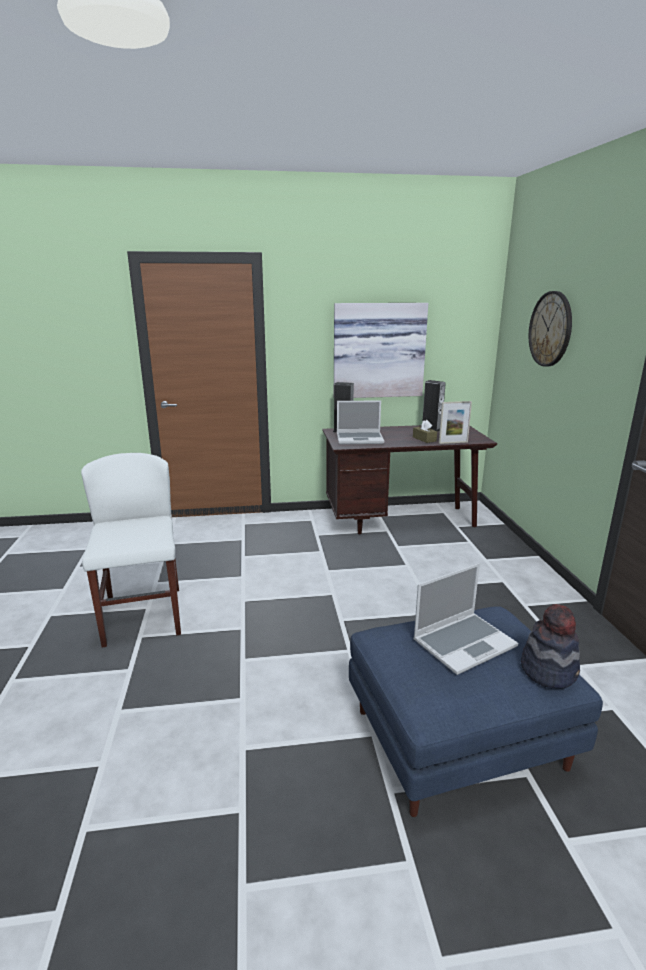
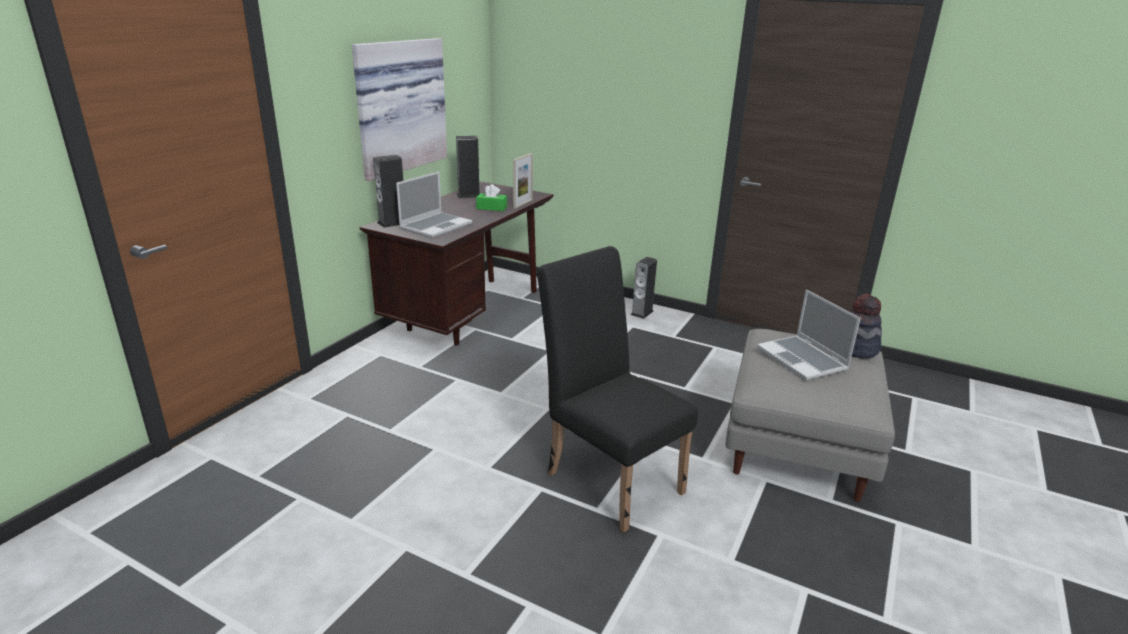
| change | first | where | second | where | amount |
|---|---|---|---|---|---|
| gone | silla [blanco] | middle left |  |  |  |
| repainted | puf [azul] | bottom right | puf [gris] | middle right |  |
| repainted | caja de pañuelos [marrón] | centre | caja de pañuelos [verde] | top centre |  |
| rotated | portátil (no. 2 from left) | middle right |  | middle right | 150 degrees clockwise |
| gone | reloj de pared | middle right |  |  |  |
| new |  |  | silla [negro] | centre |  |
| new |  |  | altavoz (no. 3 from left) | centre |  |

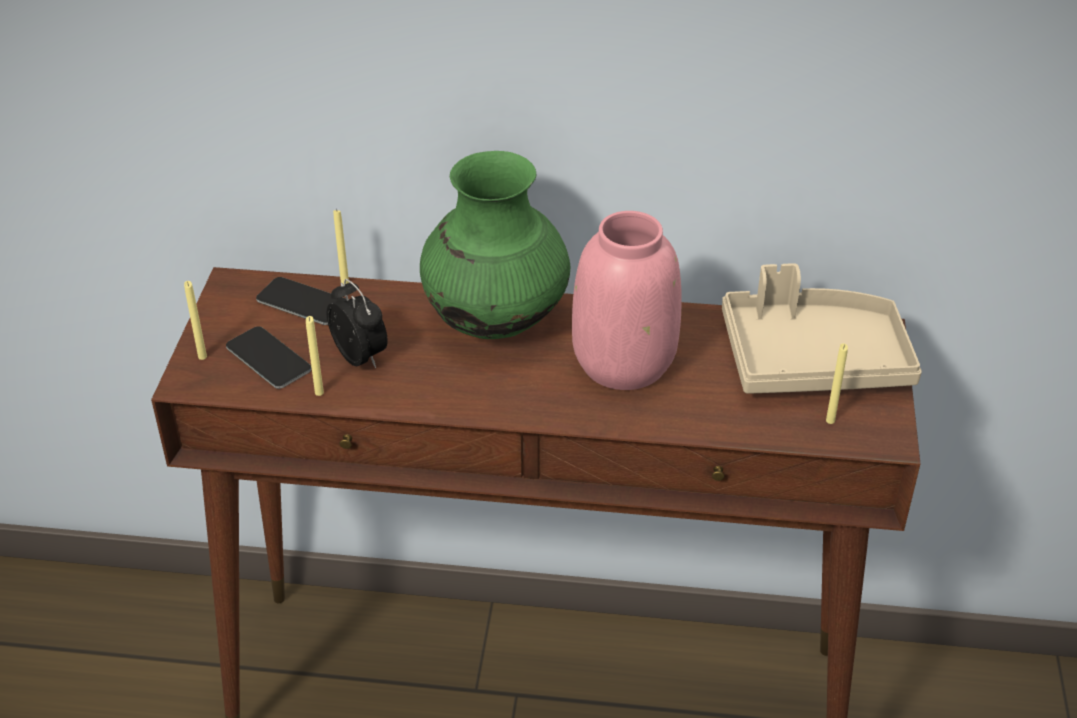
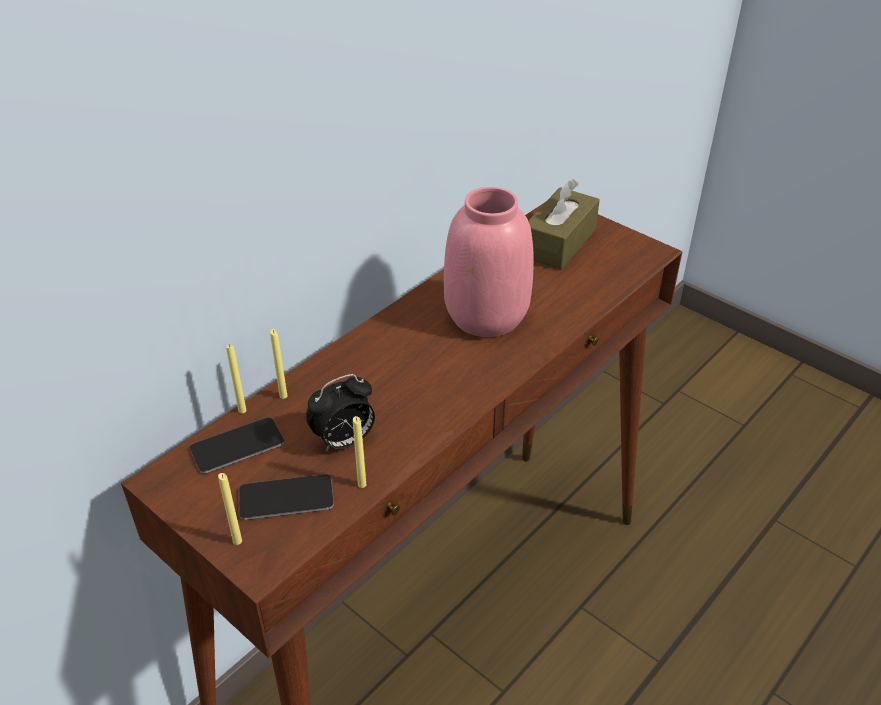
| change | first | where | second | where | amount |
|---|---|---|---|---|---|
| rotated | despertador | middle left |  | centre | 150 degrees clockwise |
| gone | florero [verde] | centre |  |  |  |
| swapped | bandeja [beis] | middle right | caja de pañuelos [marrón] | top centre |  |
| shifted | vela [amarillo] (no. 4 from left in the first image) | middle right | vela [amarillo] (no. 3 from left) | middle left |  |

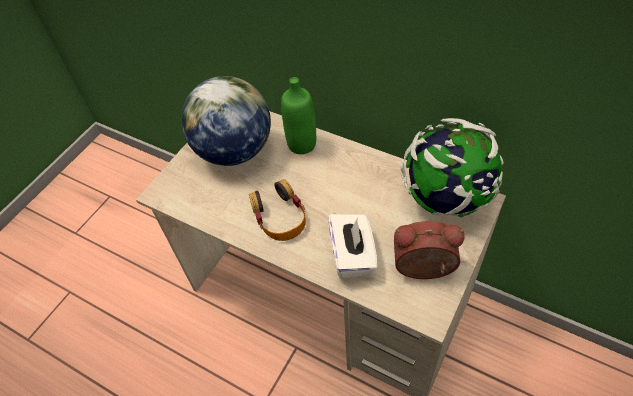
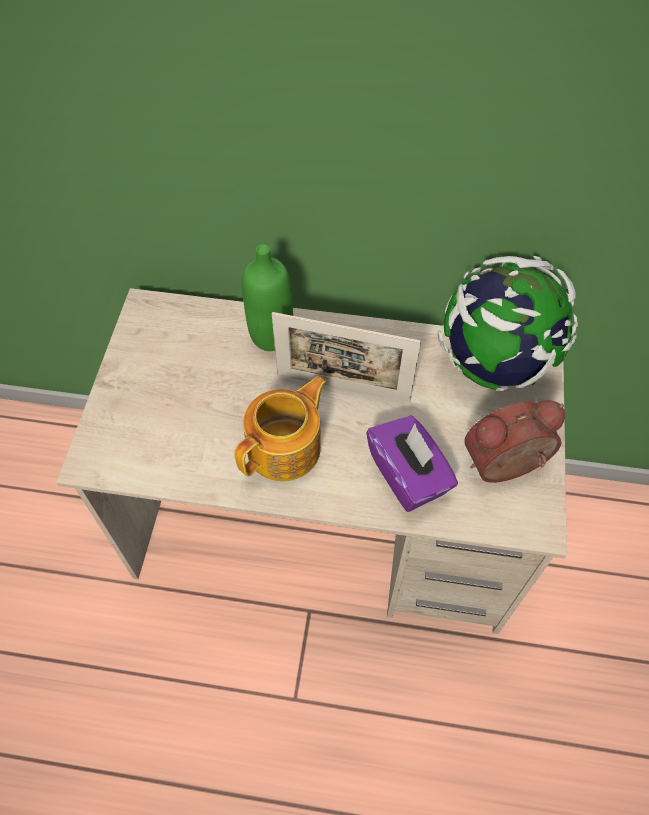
| change | first | where | second | where | amount |
|---|---|---|---|---|---|
| gone | globo terráqueo (no. 1 from left) | top centre |  |  |  |
| swapped | auriculares | centre | tetera | centre |  |
| repainted | caja de pañuelos [blanco] | centre | caja de pañuelos [morado] | centre |  |
| new |  |  | portarretratos | centre |  |

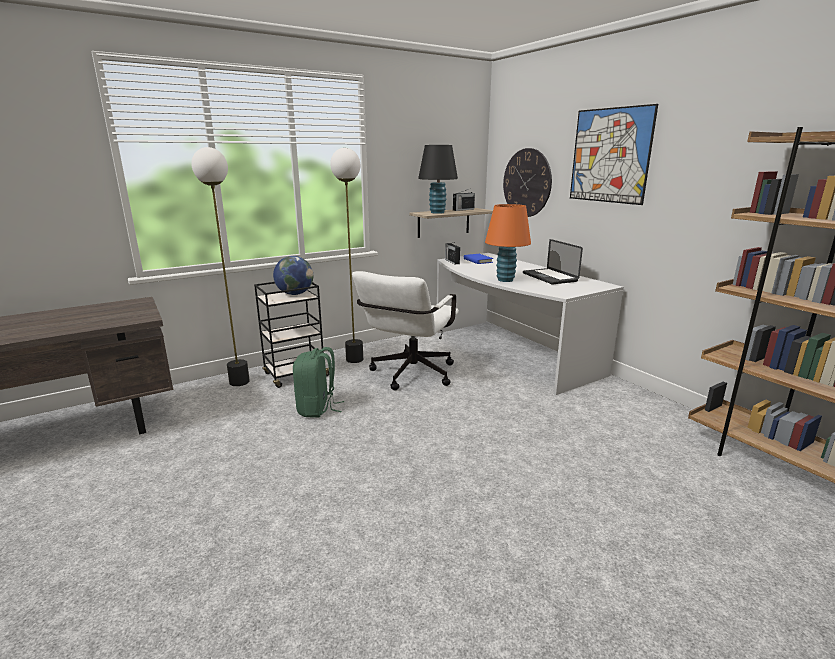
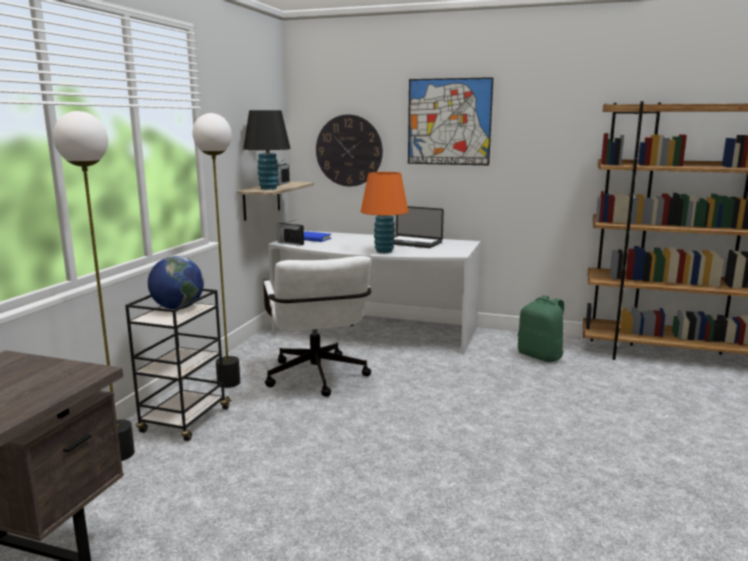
| change | first | where | second | where | amount |
|---|---|---|---|---|---|
| shifted | mochila [verde] | centre |  | middle right |  |

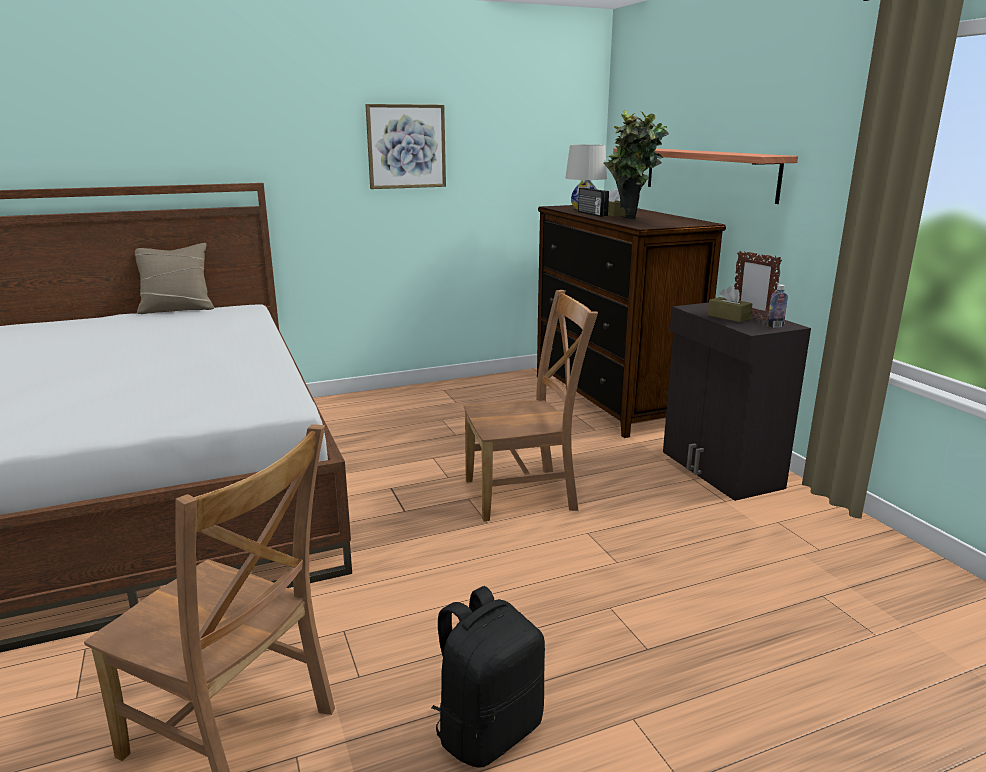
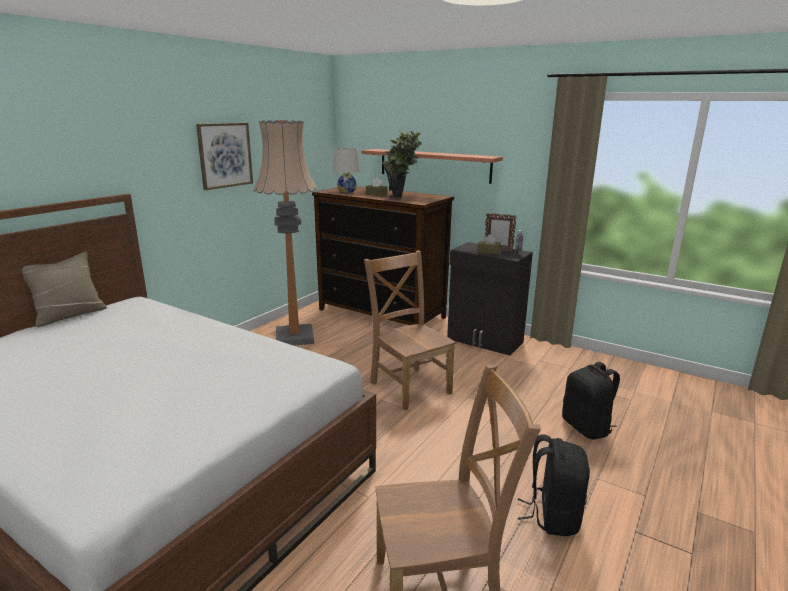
| change | first | where | second | where | amount |
|---|---|---|---|---|---|
| rotated | silla [marrón] (no. 2 from left in the first image) | centre | silla [marrón] (no. 1 from left) | centre | 75 degrees counterclockwise |
| gone | radio | top centre |  |  |  |
| new |  |  | lámpara de pie | centre |  |
| new |  |  | mochila [negro] (no. 2 from left) | bottom right |  |

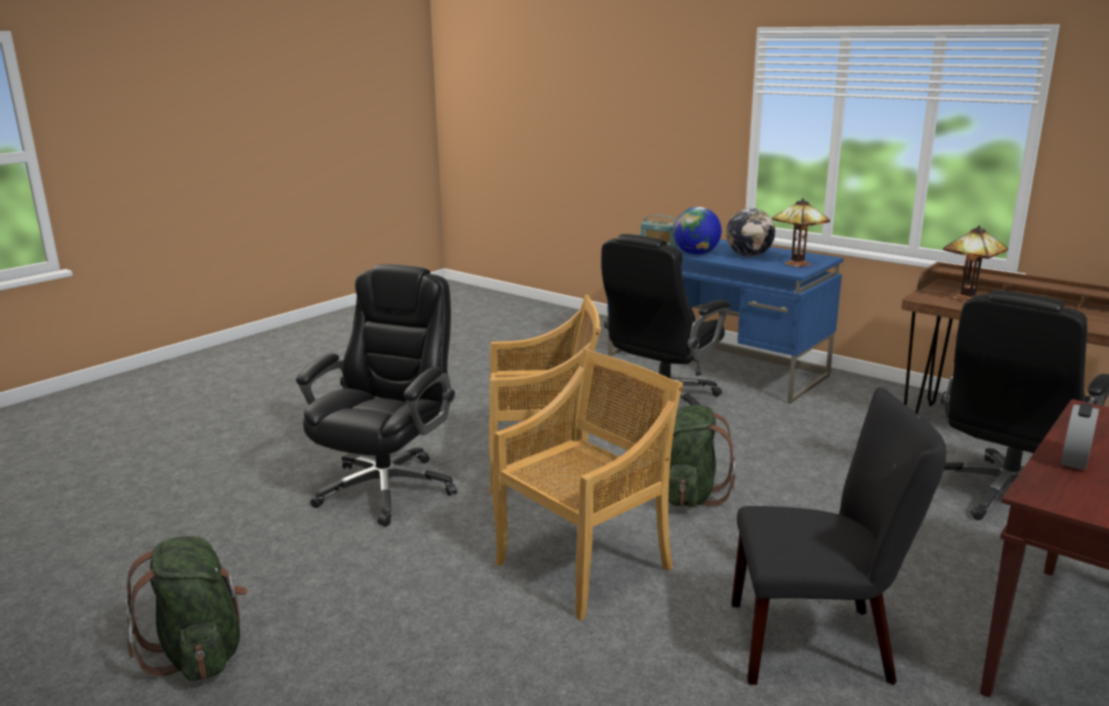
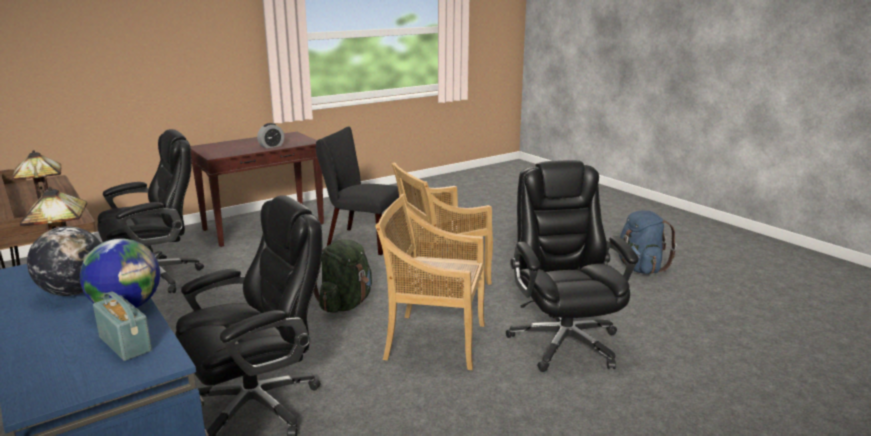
| change | first | where | second | where | amount |
|---|---|---|---|---|---|
| repainted | mochila [verde] (no. 1 from left) | bottom left | mochila [azul] | middle right |  |
| rotated | silla de oficina [negro] (no. 1 from left in the first image) | centre | silla de oficina [negro] (no. 3 from left) | centre | 135 degrees clockwise |

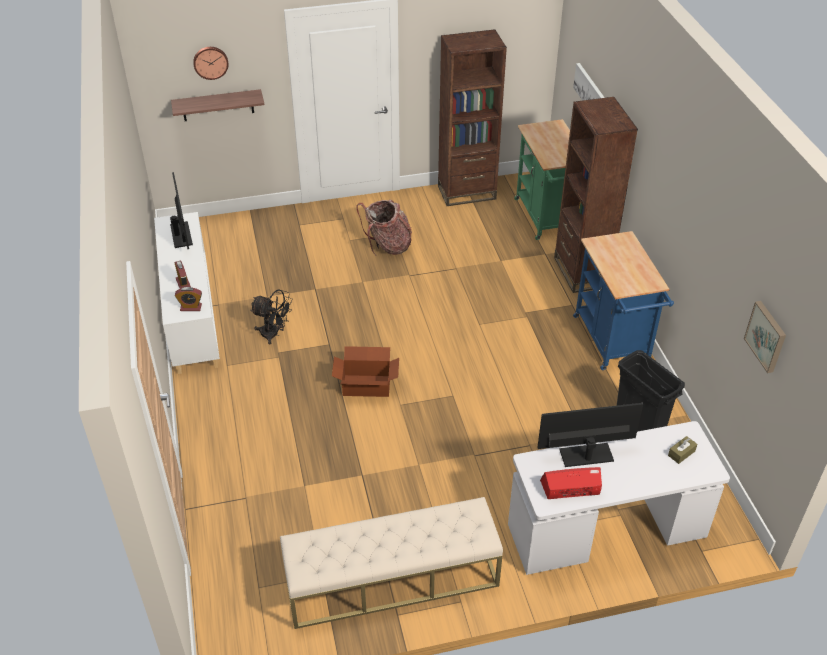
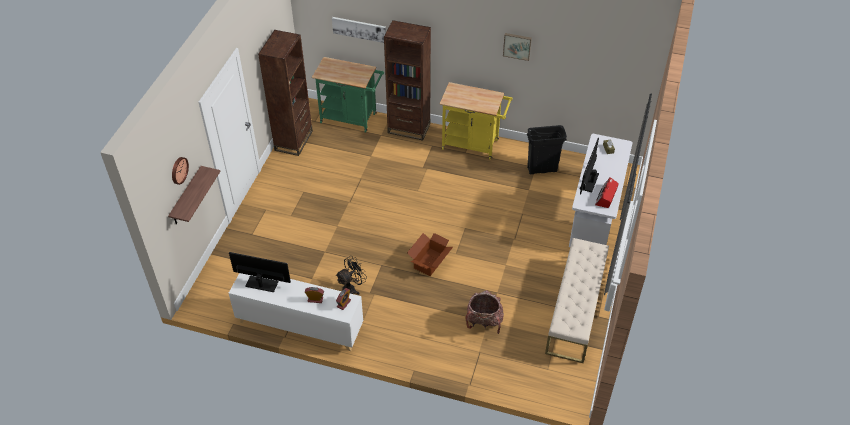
| change | first | where | second | where | amount |
|---|---|---|---|---|---|
| shifted | mochila | centre |  | bottom centre |  |
| repainted | carrito [azul] | middle right | carrito [amarillo] | top centre |  |
| shifted | cuadro (no. 2 from left) | middle right |  | top centre |  |

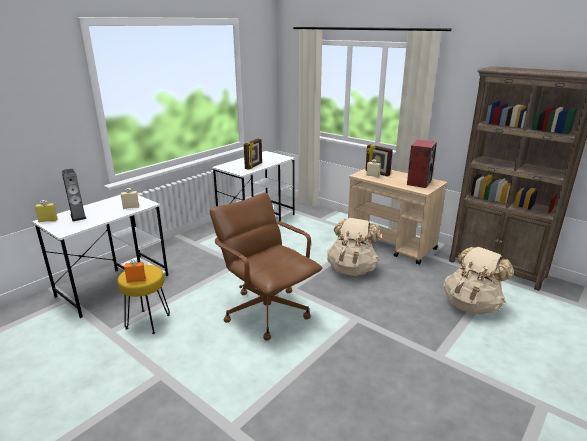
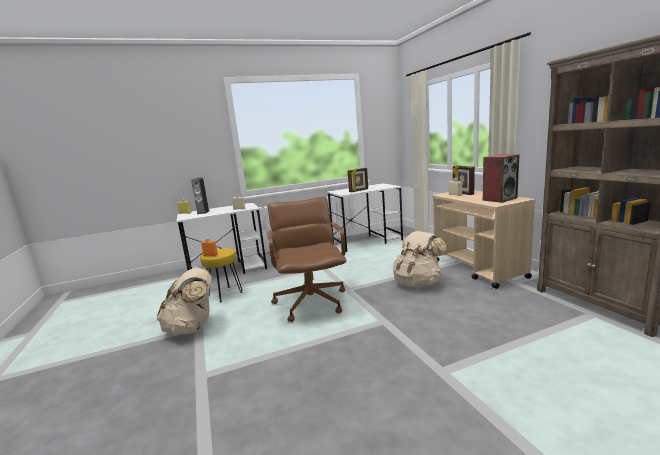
| change | first | where | second | where | amount |
|---|---|---|---|---|---|
| shifted | mochila [beis] (no. 2 from left in the first image) | middle right | mochila [beis] (no. 1 from left) | middle left |  |

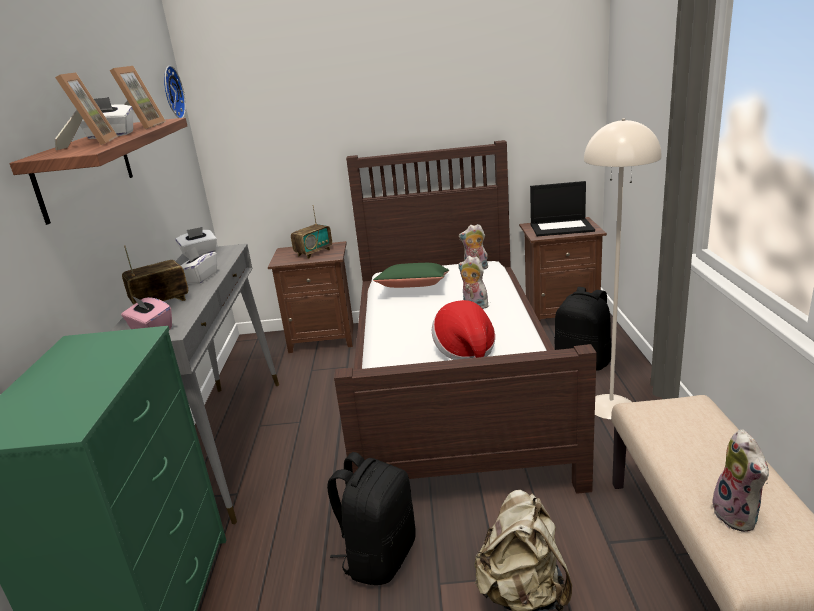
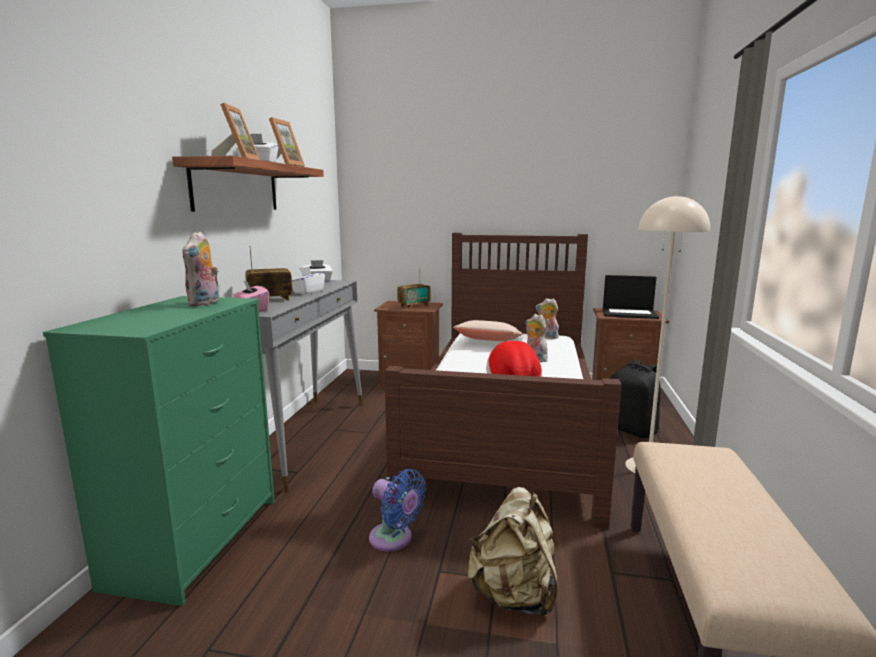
| change | first | where | second | where | amount |
|---|---|---|---|---|---|
| gone | reloj de pared | top left |  |  |  |
| swapped | mochila [negro] (no. 1 from left) | bottom centre | ventilador [azul] | bottom centre |  |
| repainted | cojín [verde] | centre | cojín [beis] | centre |  |
| shifted | peluche (no. 3 from left in the first image) | bottom right | peluche (no. 1 from left) | middle left |  |

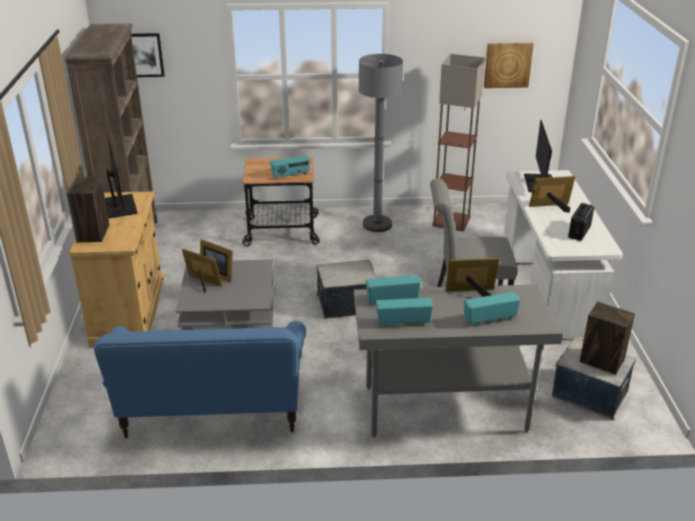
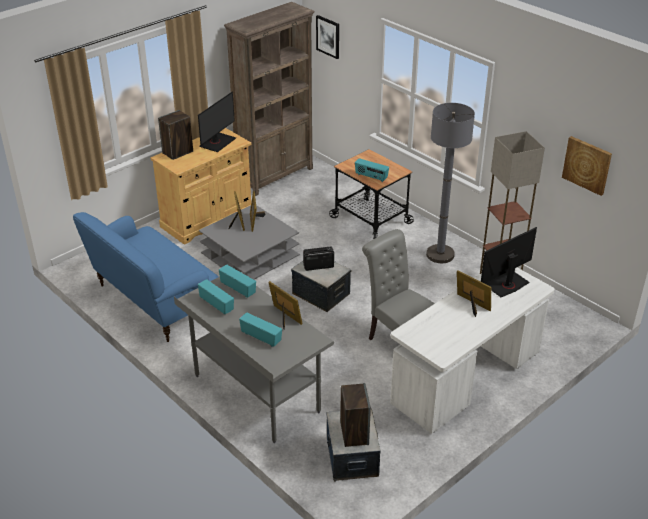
| change | first | where | second | where | amount |
|---|---|---|---|---|---|
| shifted | radio (no. 5 from left in the first image) | middle right | radio (no. 4 from left) | centre |  |

